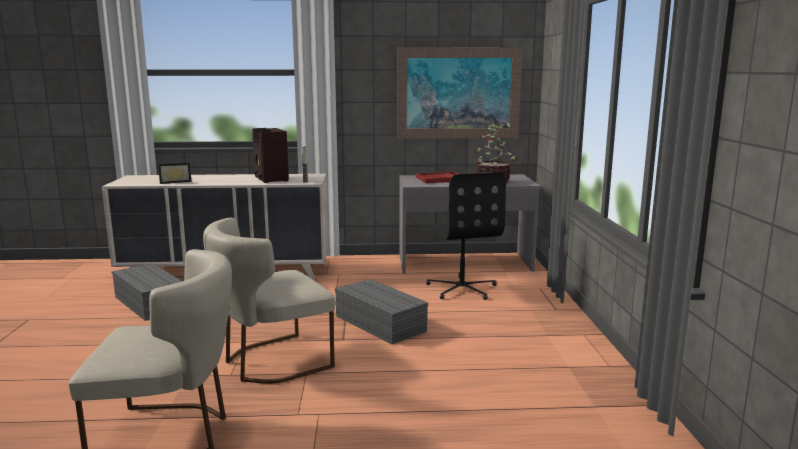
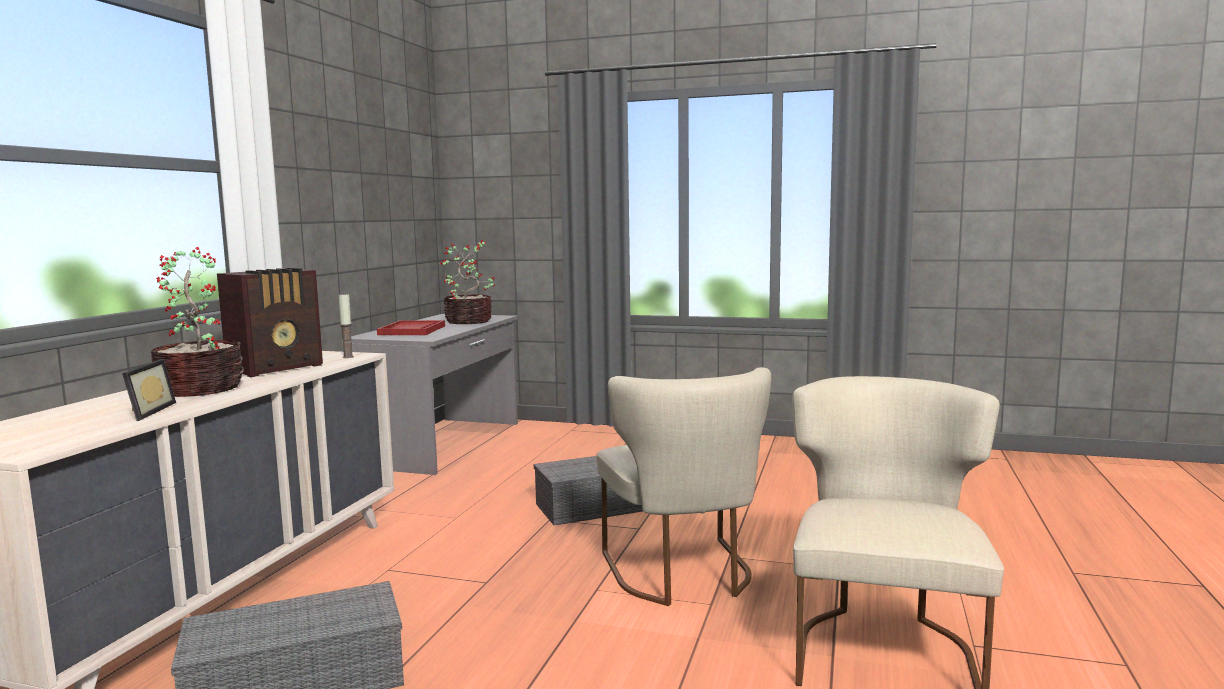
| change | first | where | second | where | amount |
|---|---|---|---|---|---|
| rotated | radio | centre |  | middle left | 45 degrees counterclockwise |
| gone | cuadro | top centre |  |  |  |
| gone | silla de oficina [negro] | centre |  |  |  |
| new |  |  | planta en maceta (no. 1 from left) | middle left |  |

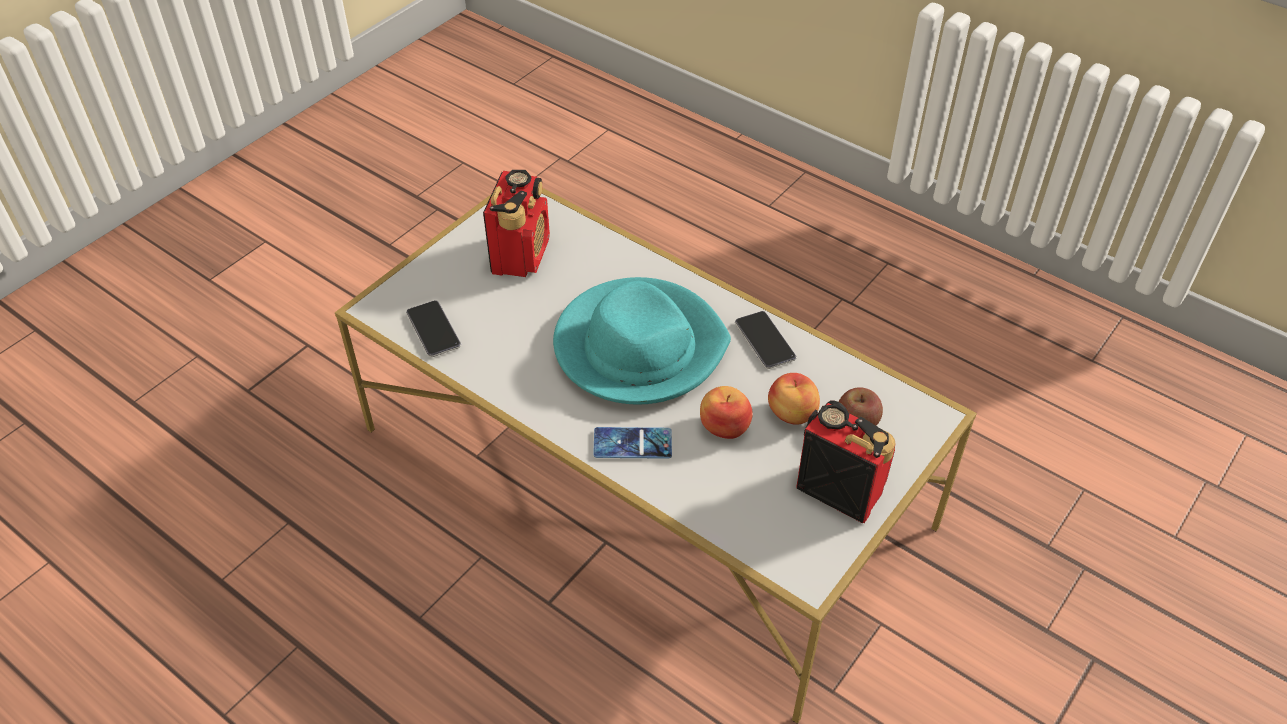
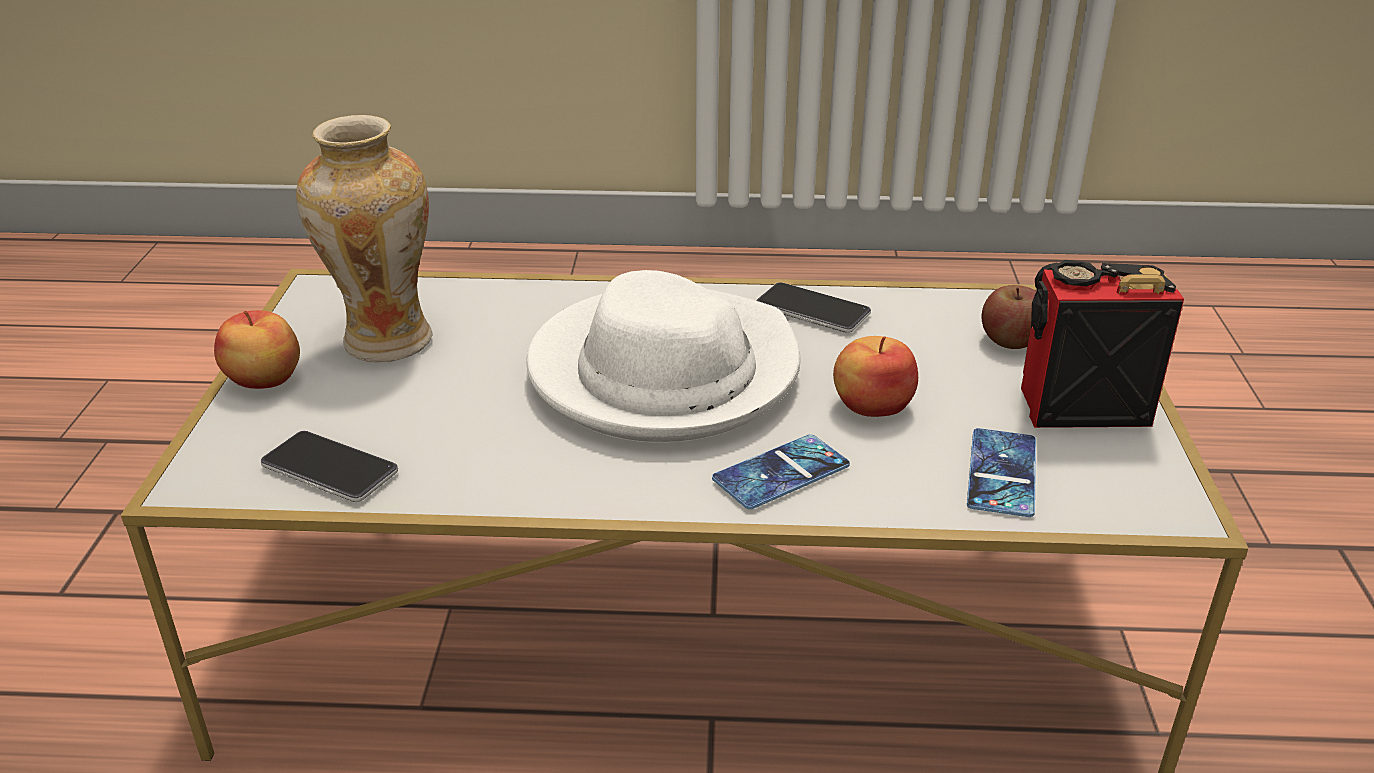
| change | first | where | second | where | amount |
|---|---|---|---|---|---|
| swapped | radio (no. 1 from left) | top centre | florero | top left |  |
| repainted | sombrero [turquesa] | centre | sombrero [blanco] | centre |  |
| shifted | manzana (no. 2 from left in the first image) | centre | manzana (no. 1 from left) | middle left |  |
| new |  |  | móvil (no. 4 from left) | middle right |  |

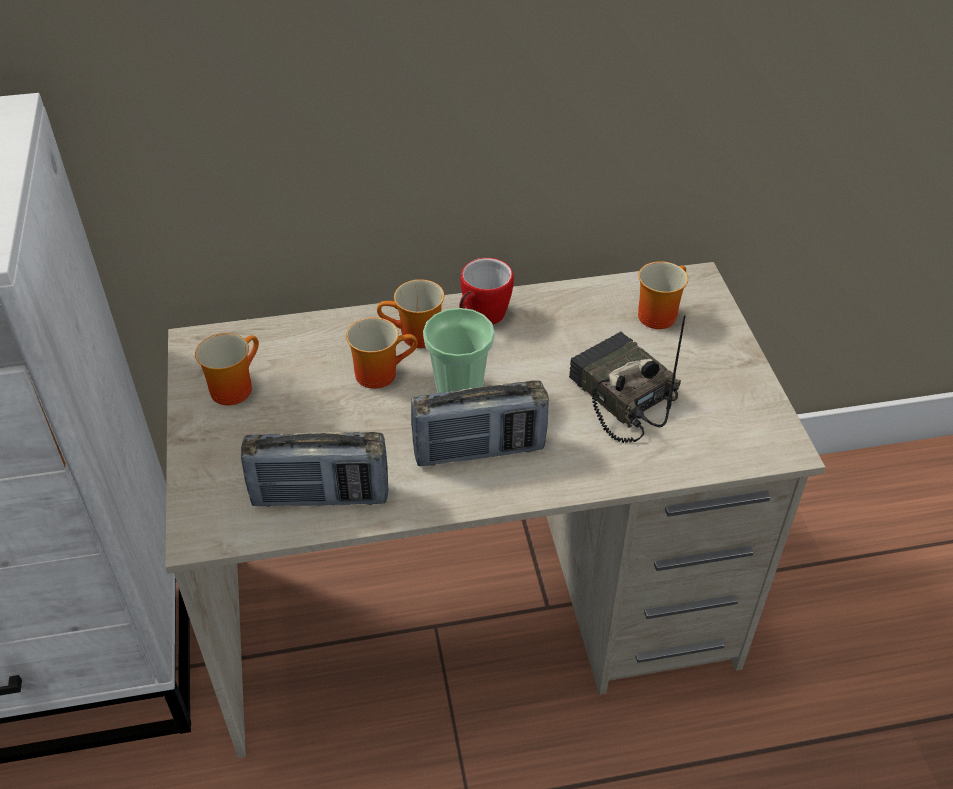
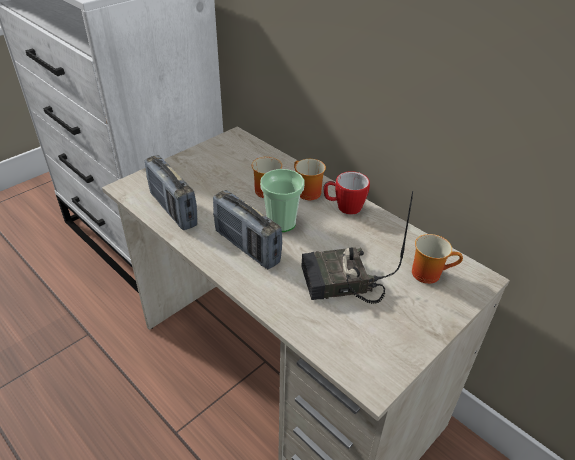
| change | first | where | second | where | amount |
|---|---|---|---|---|---|
| gone | taza grande (no. 1 from left) | middle left |  |  |  |
| rotated | radio (no. 3 from left) | centre |  | centre | 120 degrees counterclockwise |

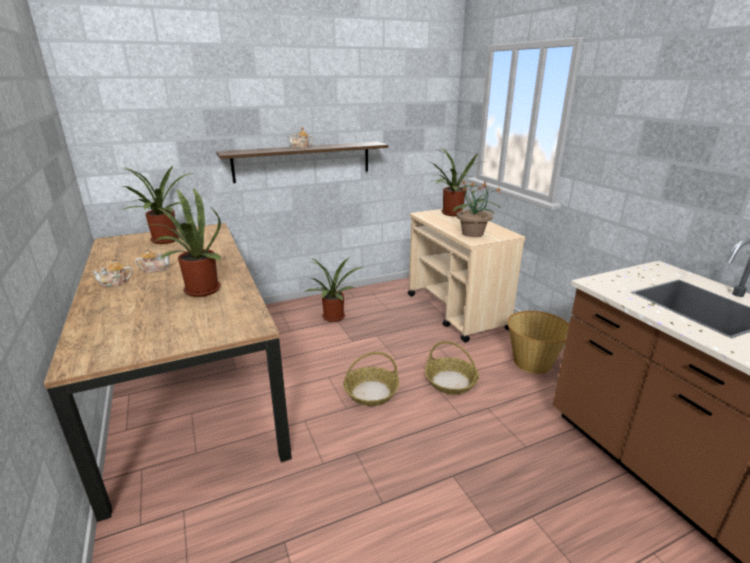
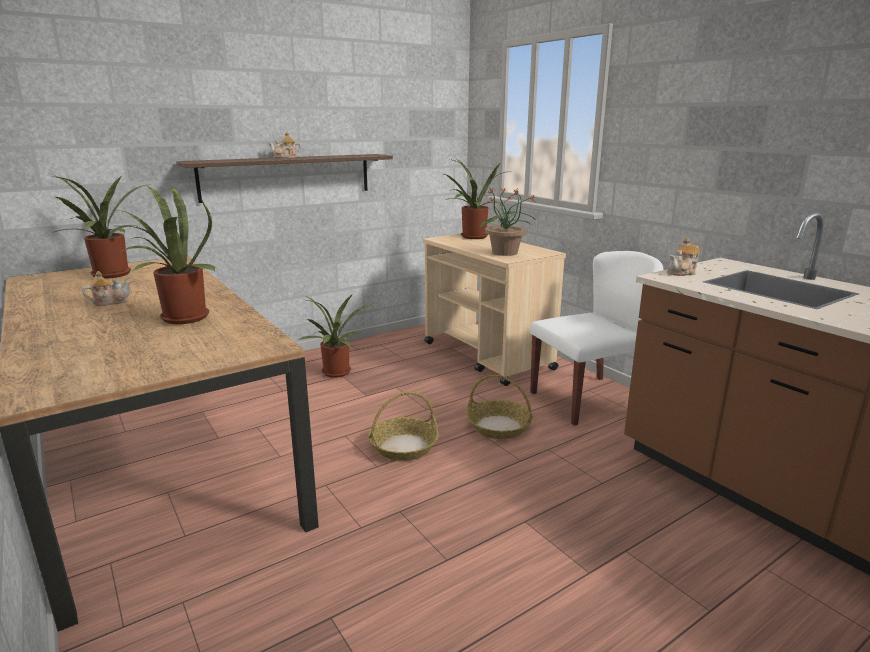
| change | first | where | second | where | amount |
|---|---|---|---|---|---|
| shifted | tetera (no. 1 from left in the first image) | middle left | tetera (no. 3 from left) | middle right |  |
| swapped | cesta (no. 3 from left) | middle right | silla [blanco] | middle right |  |

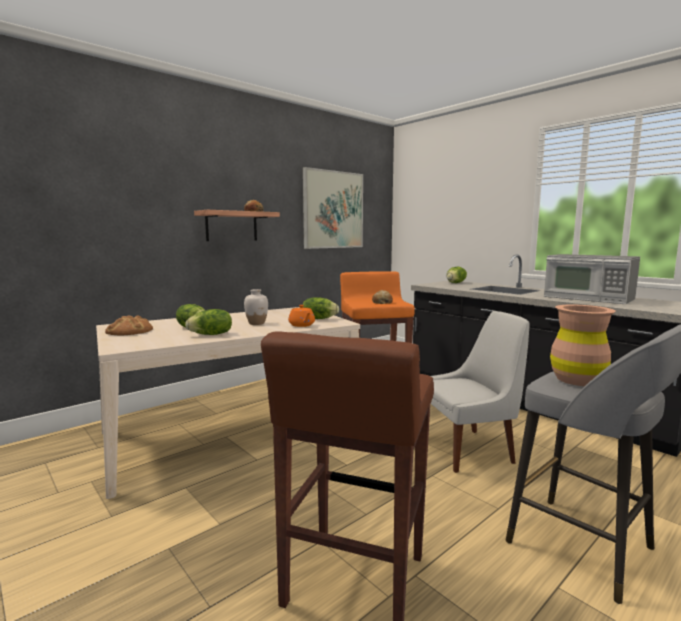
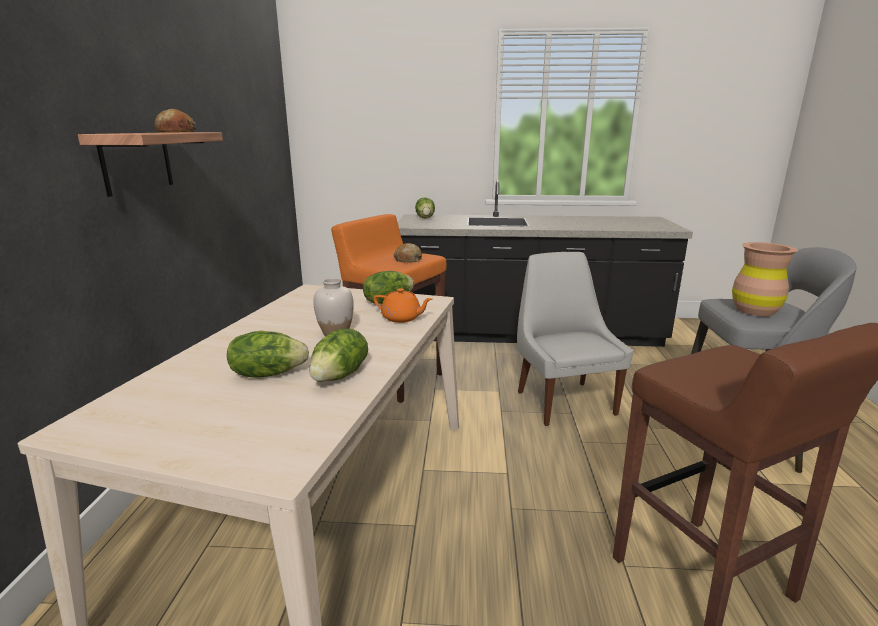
| change | first | where | second | where | amount |
|---|---|---|---|---|---|
| gone | pan (no. 1 from left) | middle left |  |  |  |
| gone | cuadro | centre |  |  |  |
| rotated | silla [blanco] | middle right |  | centre | 45 degrees counterclockwise |
| gone | microondas | middle right |  |  |  |

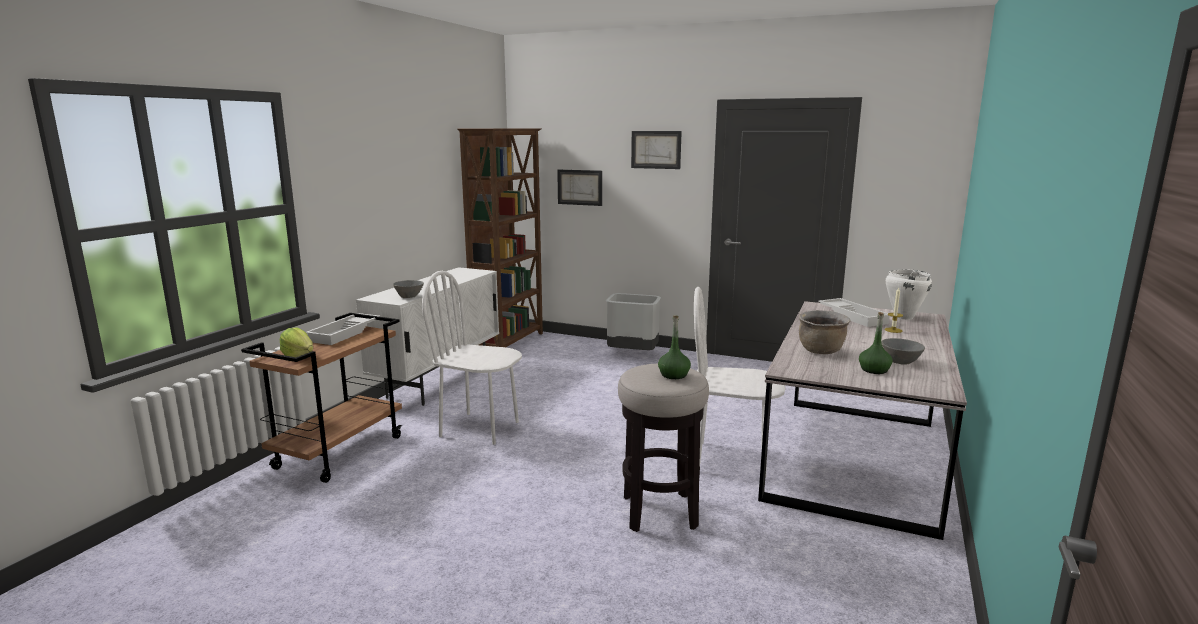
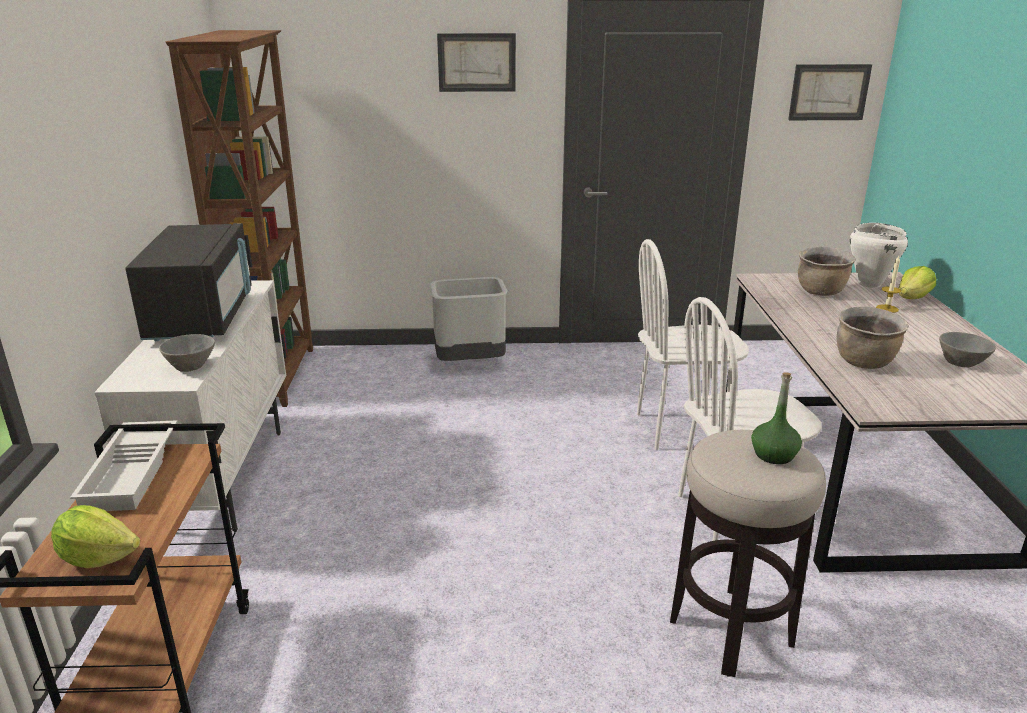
| change | first | where | second | where | amount |
|---|---|---|---|---|---|
| shifted | silla [blanco] (no. 1 from left) | centre |  | middle right |  |
| shifted | cuadro (no. 1 from left in the first image) | top centre | cuadro (no. 2 from left) | top right |  |
| swapped | bandeja [blanco] (no. 2 from left) | middle right | olla [marrón] (no. 1 from left) | middle right |  |
| gone | botella [verde] (no. 2 from left) | middle right |  |  |  |
| new |  |  | microondas [negro] | middle left |  |
| new |  |  | lechuga (no. 2 from left) | middle right |  |

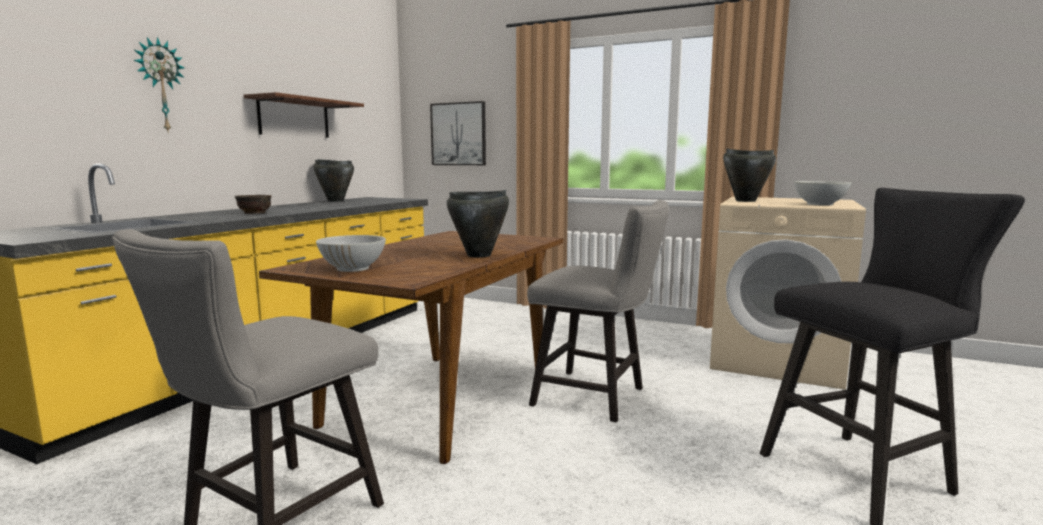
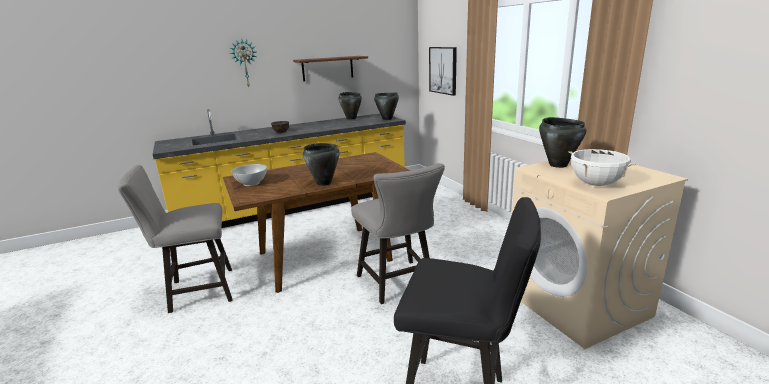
| change | first | where | second | where | amount |
|---|---|---|---|---|---|
| swapped | cuenco [blanco] (no. 2 from left) | middle right | olla [blanco] | middle right |  |
| new |  |  | olla [negro] (no. 3 from left) | top centre |  |

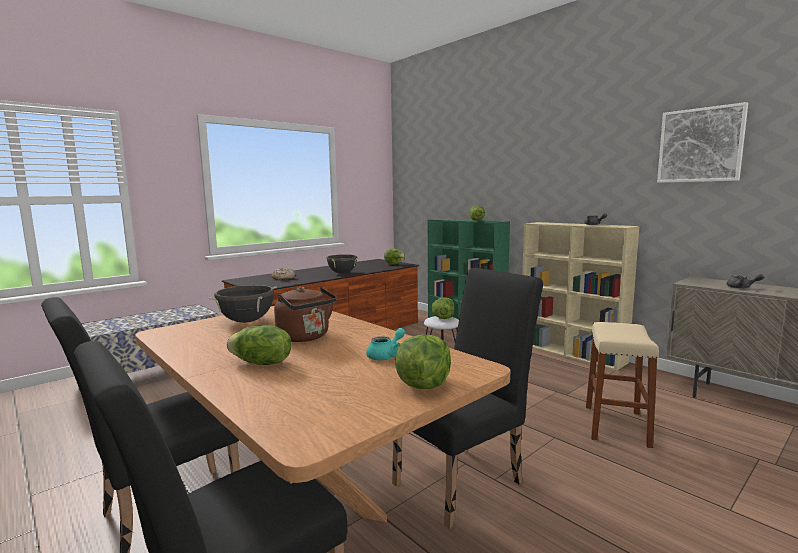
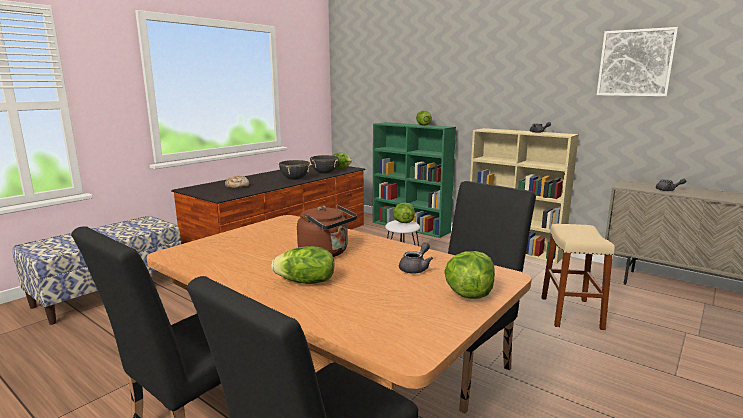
| change | first | where | second | where | amount |
|---|---|---|---|---|---|
| shifted | olla [negro] (no. 1 from left in the first image) | middle left | olla [negro] (no. 2 from left) | centre |  |
| repainted | tetera [turquesa] | centre | tetera [gris] (no. 1 from left) | centre |  |

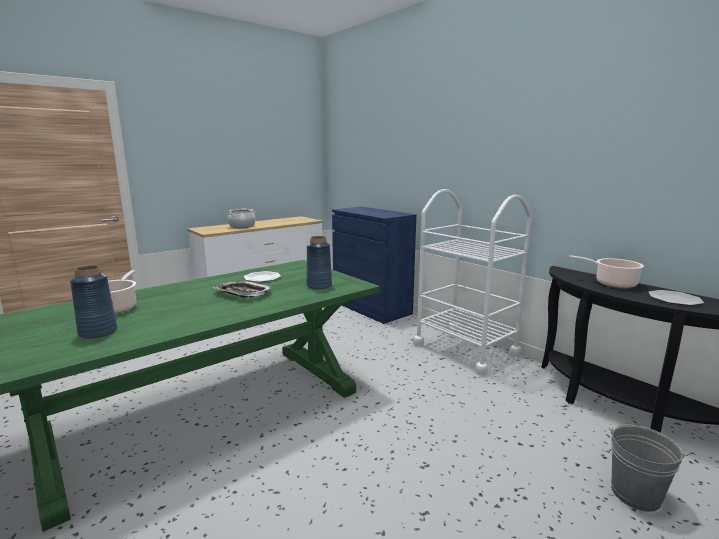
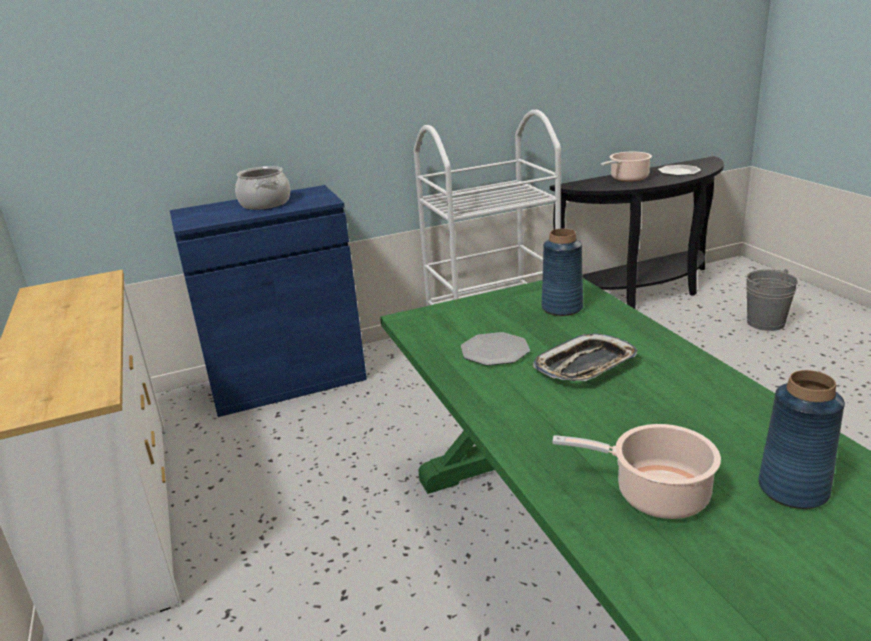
| change | first | where | second | where | amount |
|---|---|---|---|---|---|
| shifted | olla (no. 2 from left in the first image) | centre | olla (no. 1 from left) | top left |  |

